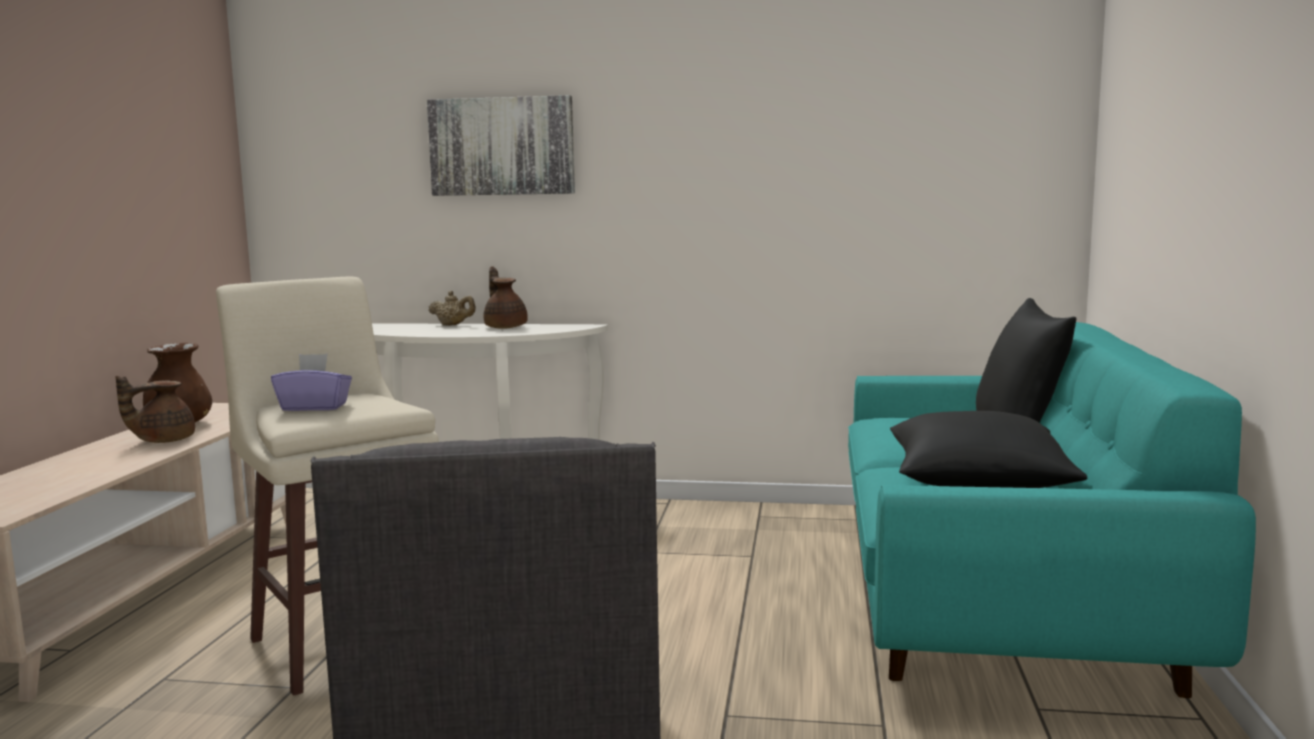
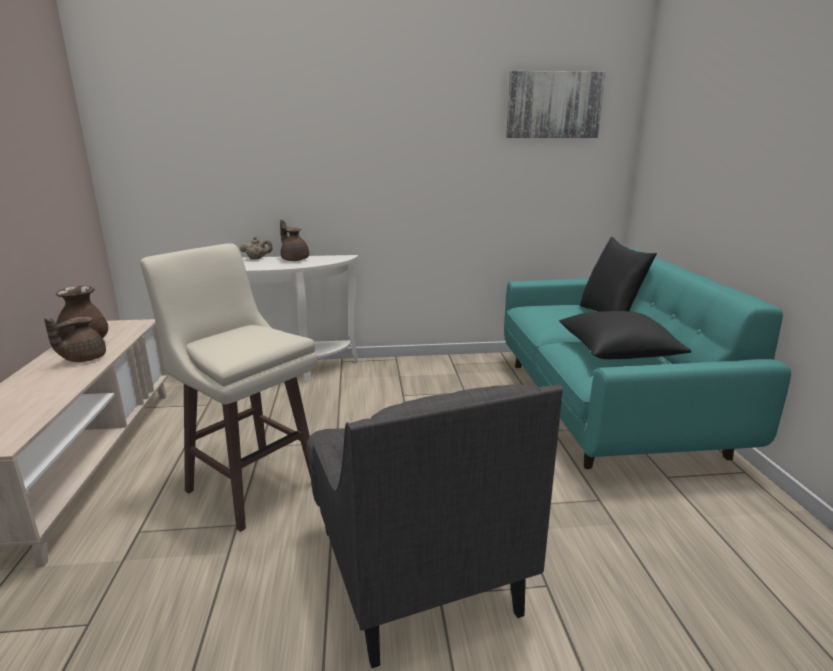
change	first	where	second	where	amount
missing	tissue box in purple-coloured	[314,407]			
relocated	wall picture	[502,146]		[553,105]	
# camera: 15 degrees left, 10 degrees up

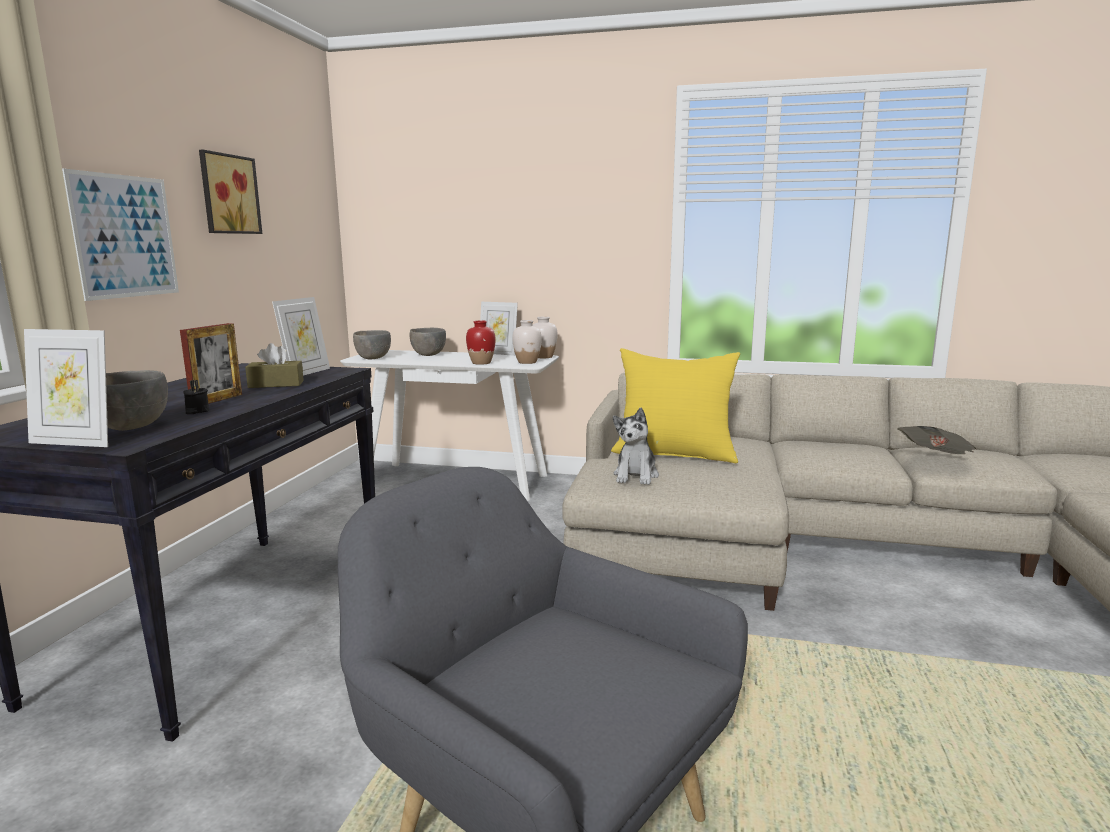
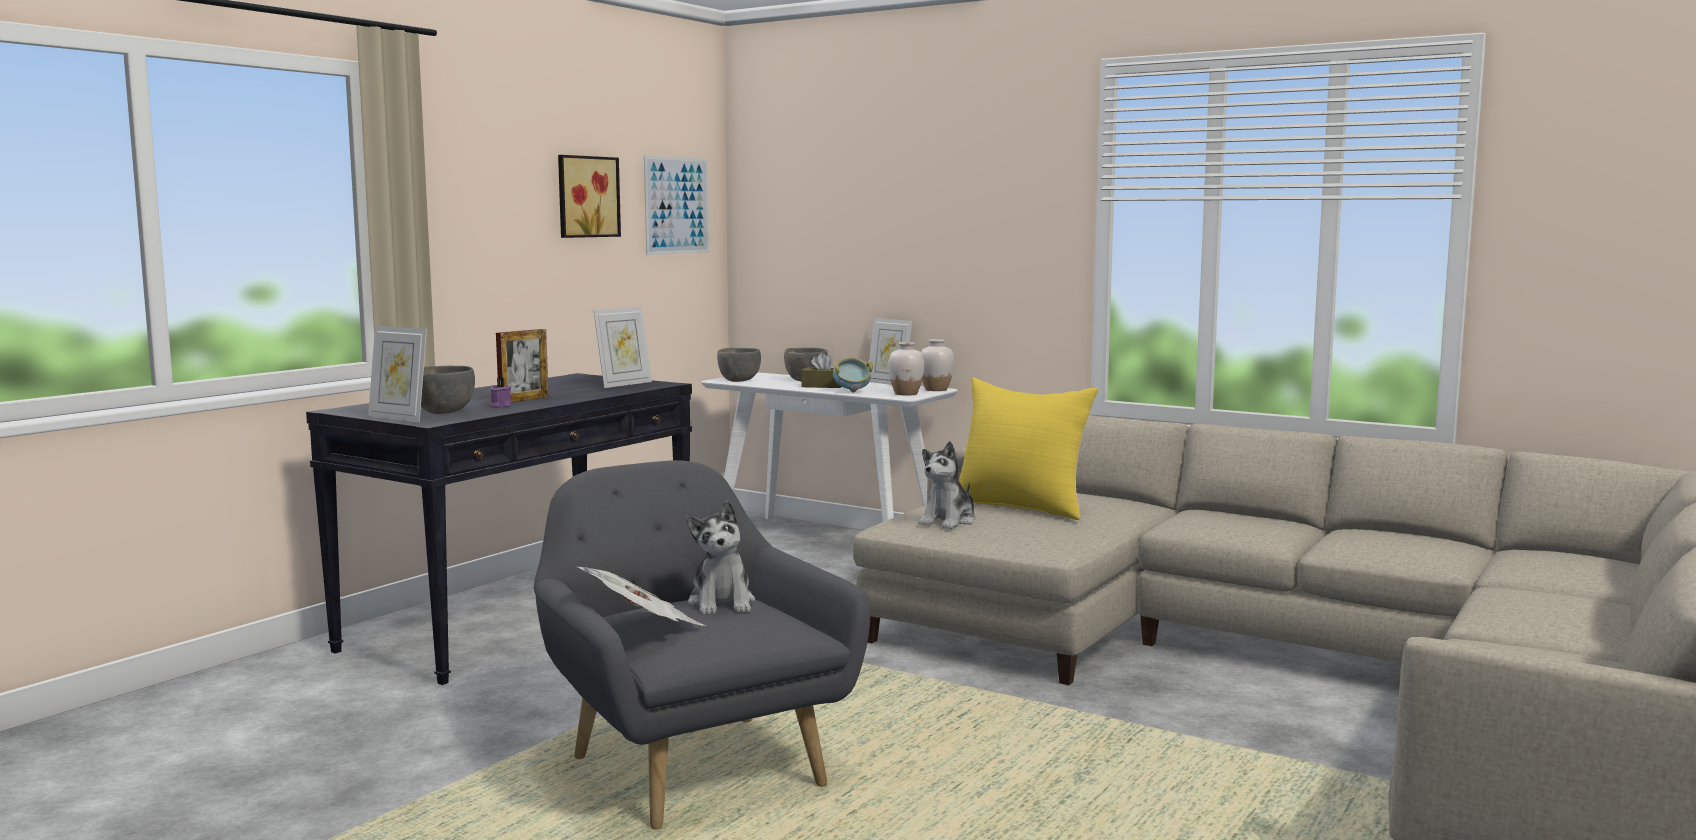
change	first	where	second	where	amount
relocated	wall picture	[125,236]		[677,205]	
colour	wax light in black	[196,411]	wax light in purple-coloured	[500,406]	
relocated	tissue box in brown-coloured	[276,384]		[822,386]	
exchanged	flower vase in red-coloured	[481,363]	deep dish	[851,391]	
relocated	printed paper	[935,459]		[643,628]	
appeared			cuddly toy	[722,603]	
# camera: 20 degrees right, 5 degrees down

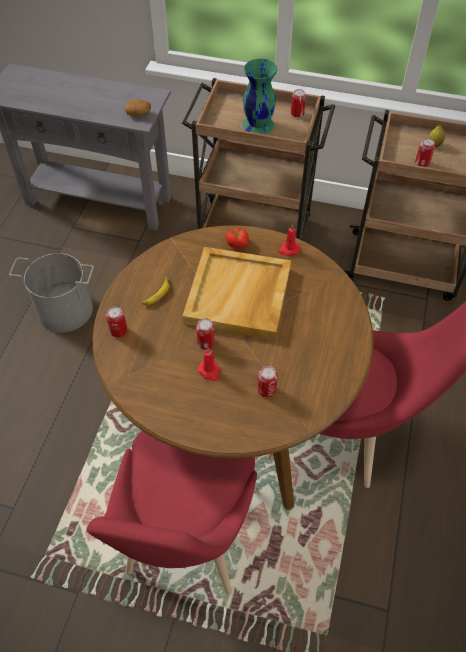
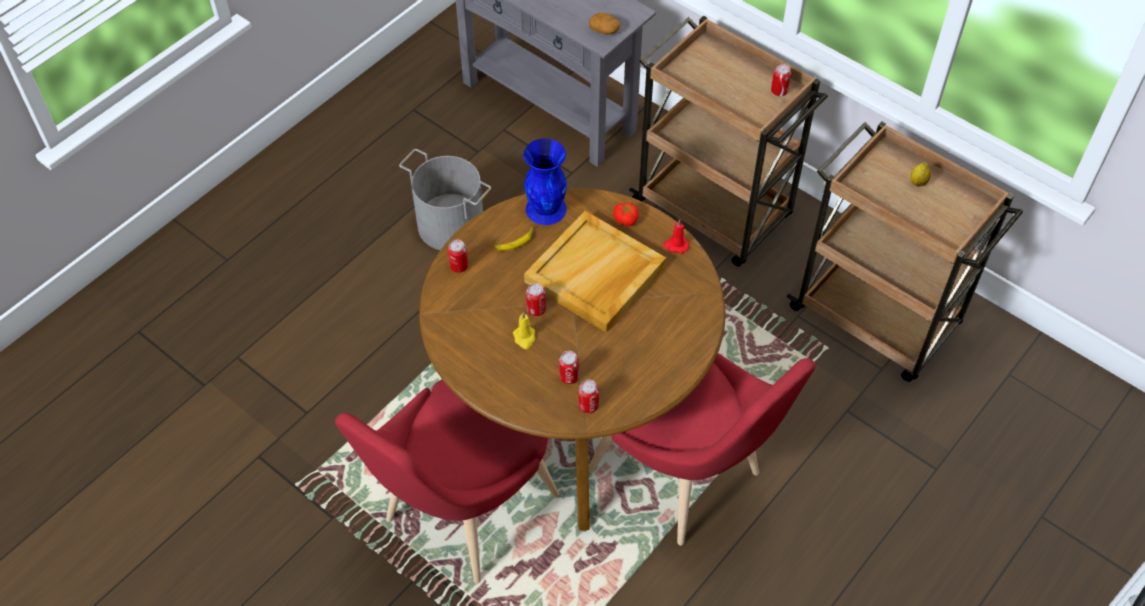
change	first	where	second	where	amount
colour	wax light in red-coloured	[209,371]	wax light in yellow	[524,338]	
missing	flower vase in green	[258,124]			
relocated	metal can	[422,163]		[588,405]	
appeared			flower vase in blue-coloured	[547,209]	
# camera: 25 degrees right, 0 degrees up

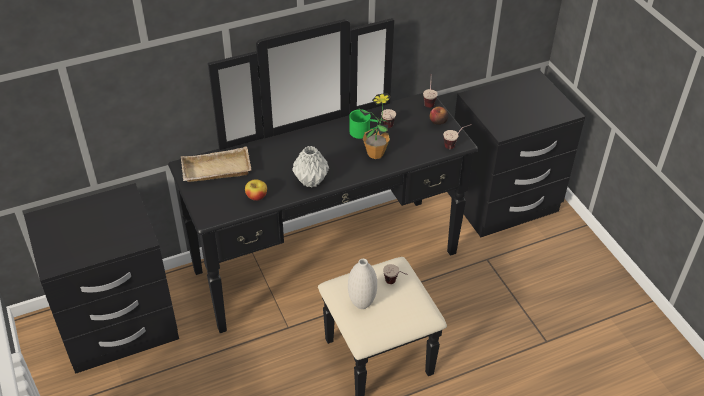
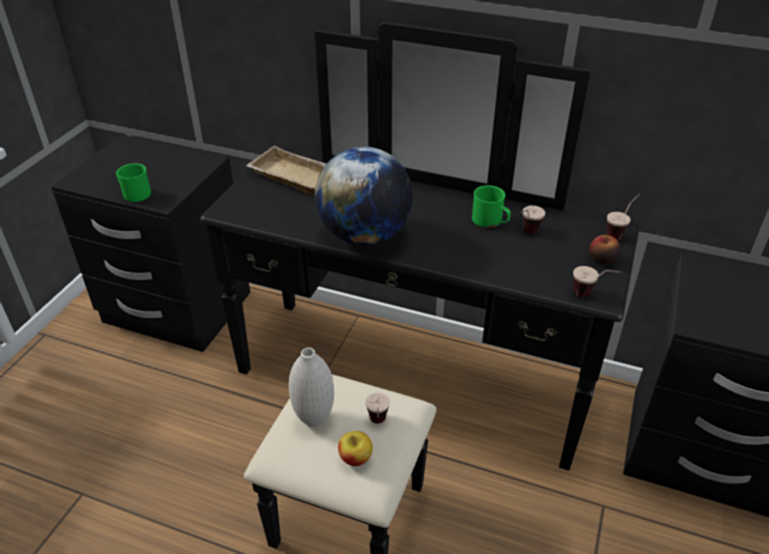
change	first	where	second	where	amount
relocated	apple fruit	[256,196]		[355,458]	
exchanged	flower vase in grey	[311,181]	desk globe	[364,236]	
missing	potted plant	[375,153]			
appeared			coffee mug in green	[134,193]	
# camera: 45 degrees right, 5 degrees down

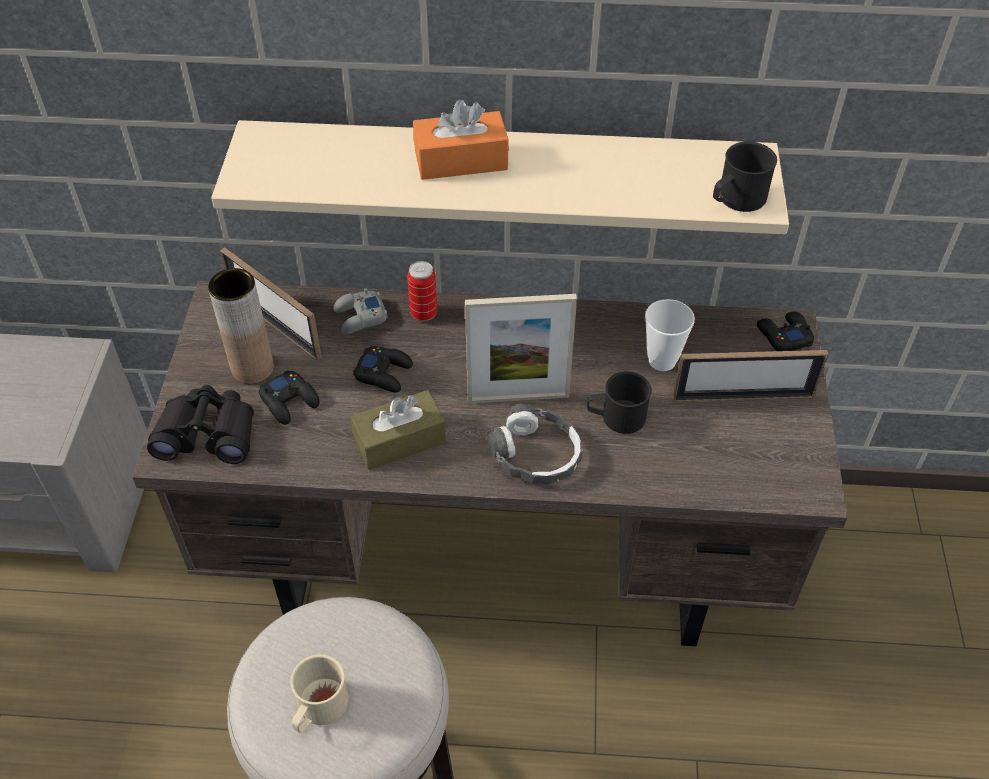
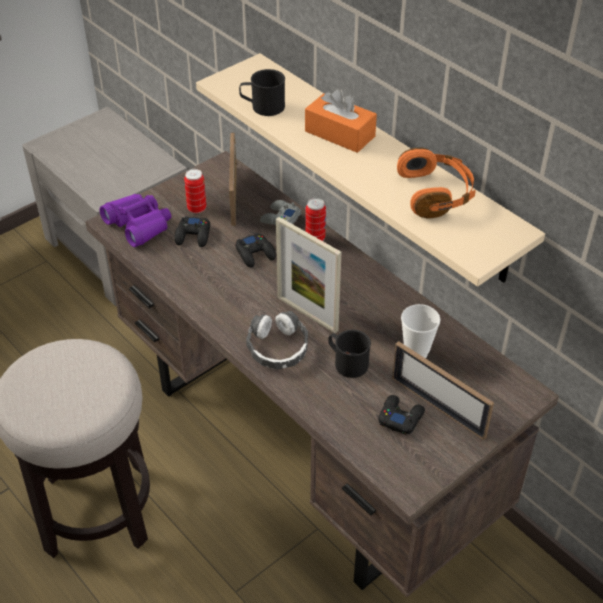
change	first	where	second	where	amount
colour	binoculars in black	[208,434]	binoculars in purple-coloured	[139,225]	
exchanged	flower vase in brown-coloured	[252,368]	metal can	[197,208]	
missing	coffee mug in beige	[318,709]			
missing	tissue box in brown-coloured	[400,440]			
relocated	coffee mug in black	[736,200]		[262,106]	
relocated	game controller in black	[783,336]		[400,417]	
appeared			headset in orange	[436,194]	
# camera: 45 degrees right, 5 degrees down

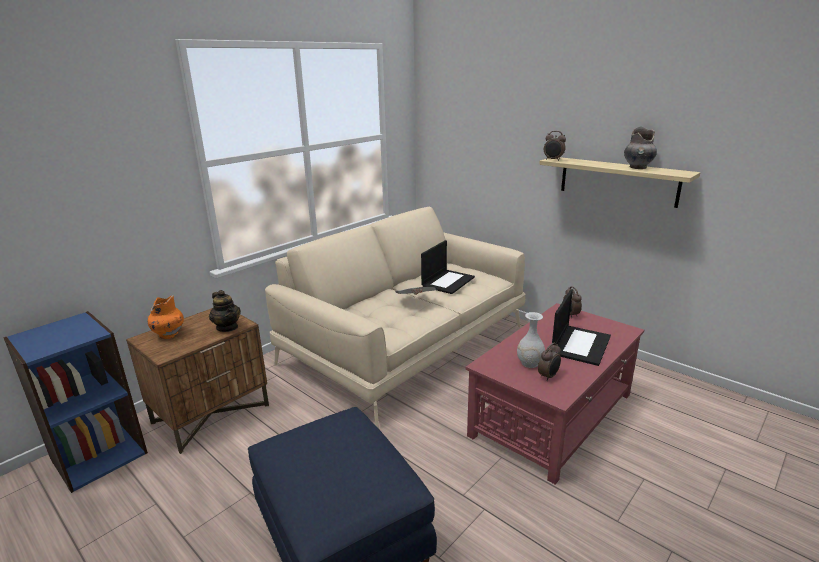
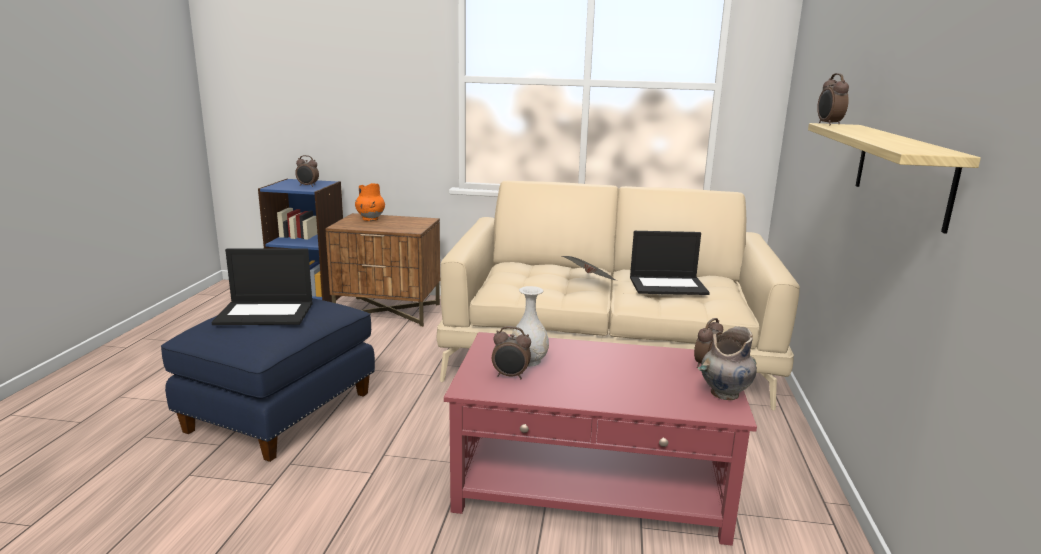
change	first	where	second	where	amount
missing	tea pot	[227,327]			
relocated	notebook computer	[580,344]		[266,313]	
relocated	flower vase in grey	[637,168]		[724,394]	
appeared			alarm clock	[307,186]	
# camera: 55 degrees right, 5 degrees down

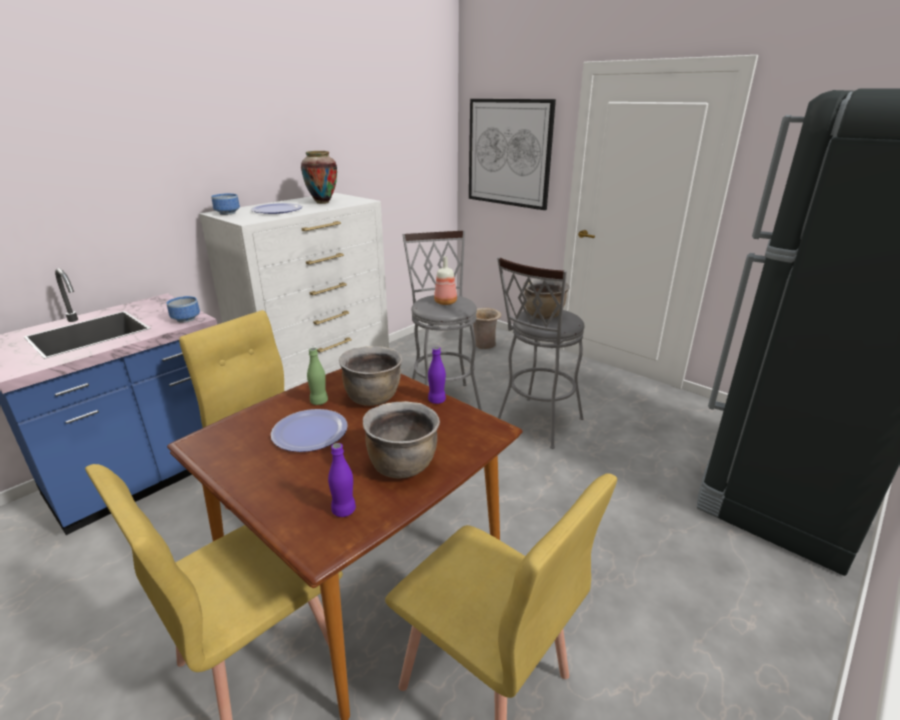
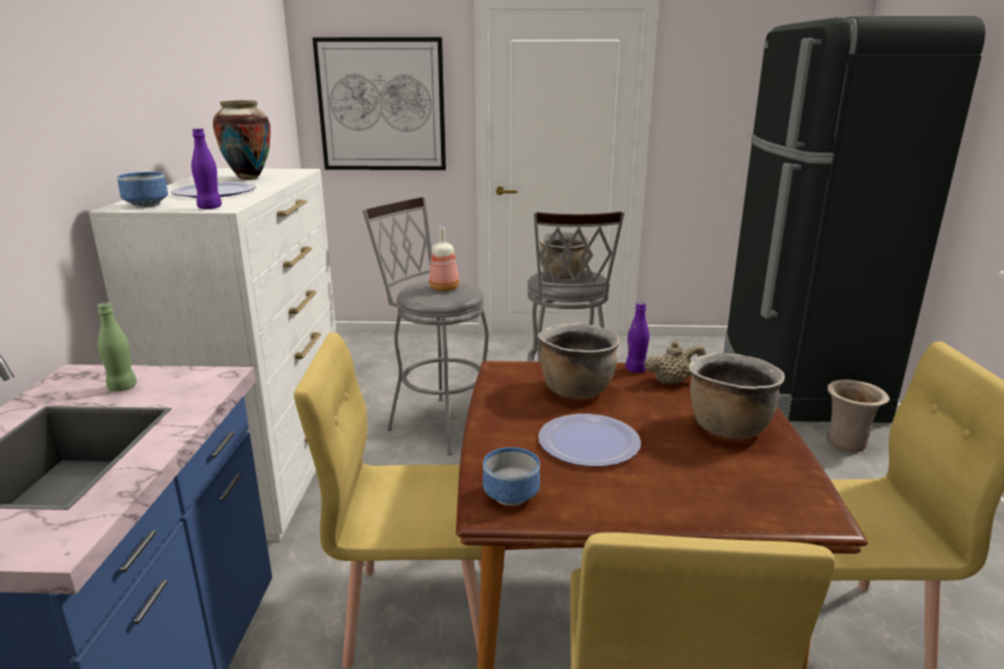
change	first	where	second	where	amount
relocated	deep dish	[187,318]		[510,494]	
relocated	beverage bottle in green	[319,401]		[122,387]	
relocated	beverage bottle in purple-coloured	[344,510]		[210,208]	
relocated	flower vase in beige	[484,345]		[847,444]	
appeared			tea pot in beige	[672,382]	
# camera: 40 degrees left, 5 degrees down

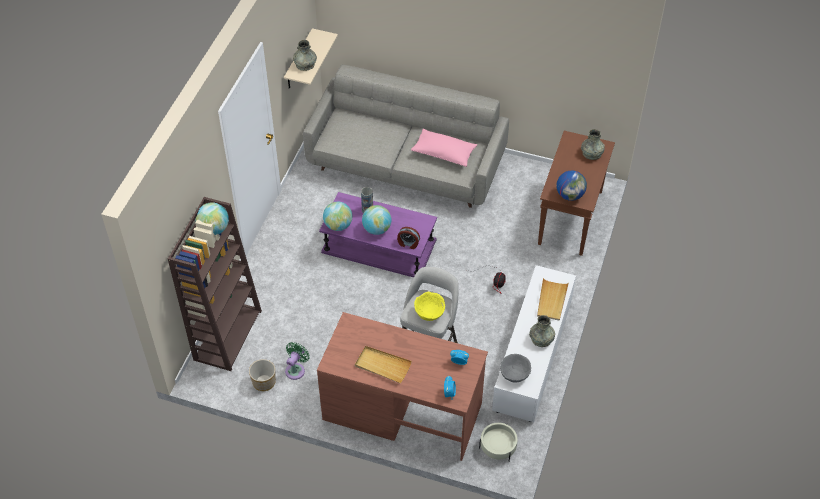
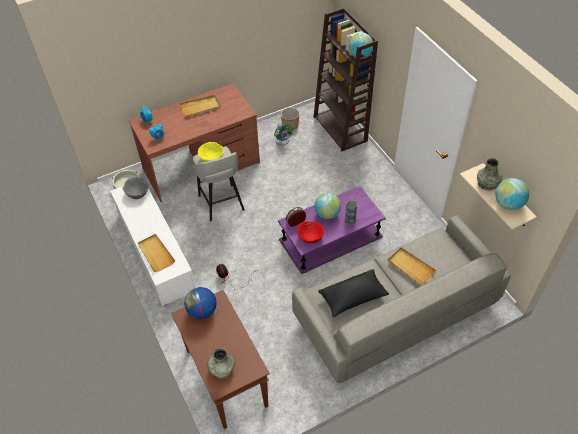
change	first	where	second	where	amount
relocated	desk globe	[338,225]		[508,204]	
colour	pillow in pink-coloured	[444,153]	pillow in black	[353,297]	
missing	flower vase in grey	[541,339]			
appeared			deep dish in red-coloured	[310,237]	
appeared			serving tray in beige	[410,267]	
# camera: 135 degrees right, 0 degrees up

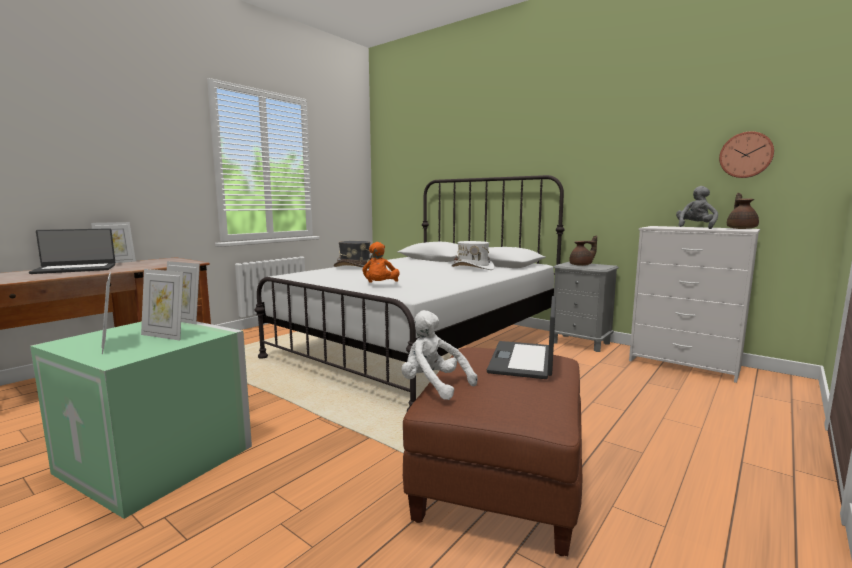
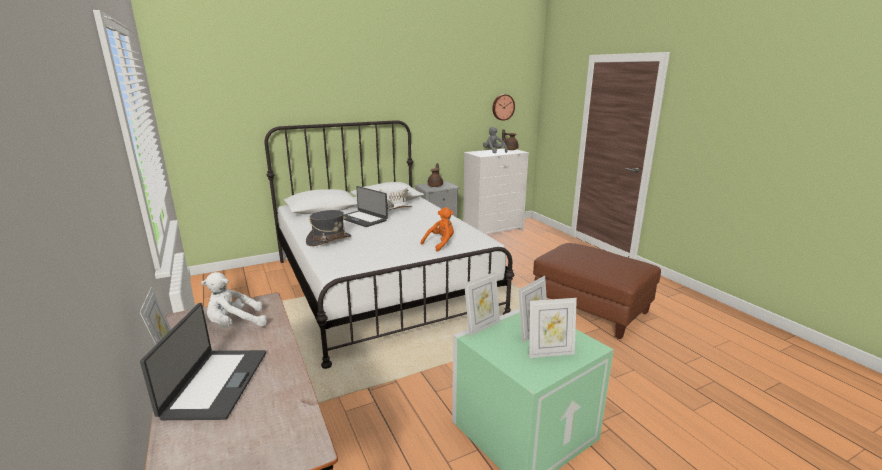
change	first	where	second	where	amount
spun	cuddly toy in orange	[380,286]		[440,244]	75 degrees counterclockwise
relocated	cuddly toy in white	[433,386]		[235,325]	
relocated	notebook computer	[524,360]		[363,219]	
# camera: 65 degrees left, 10 degrees up

